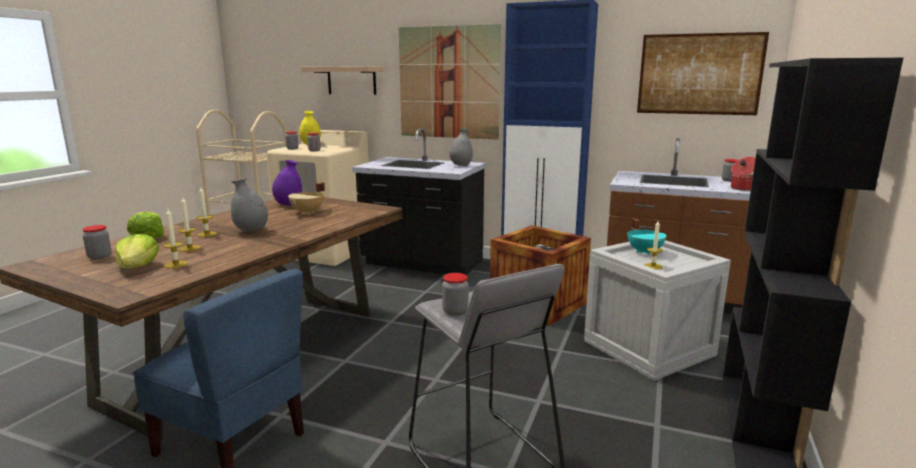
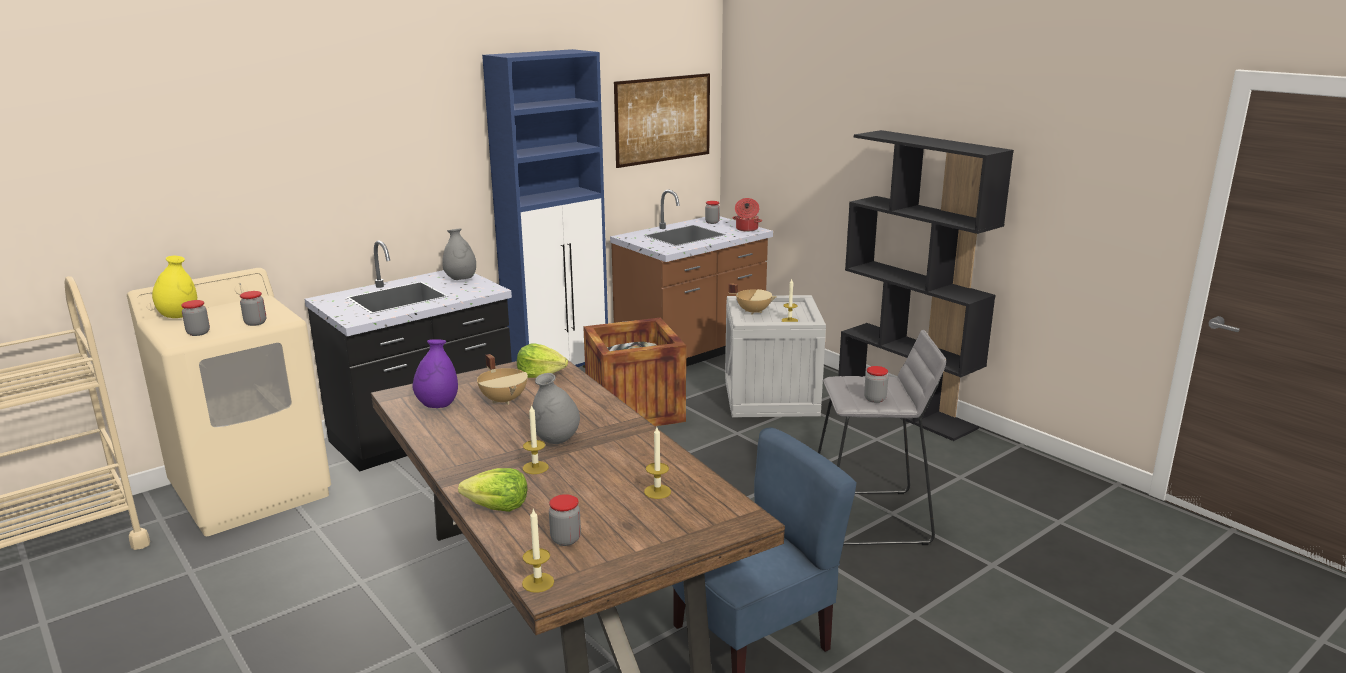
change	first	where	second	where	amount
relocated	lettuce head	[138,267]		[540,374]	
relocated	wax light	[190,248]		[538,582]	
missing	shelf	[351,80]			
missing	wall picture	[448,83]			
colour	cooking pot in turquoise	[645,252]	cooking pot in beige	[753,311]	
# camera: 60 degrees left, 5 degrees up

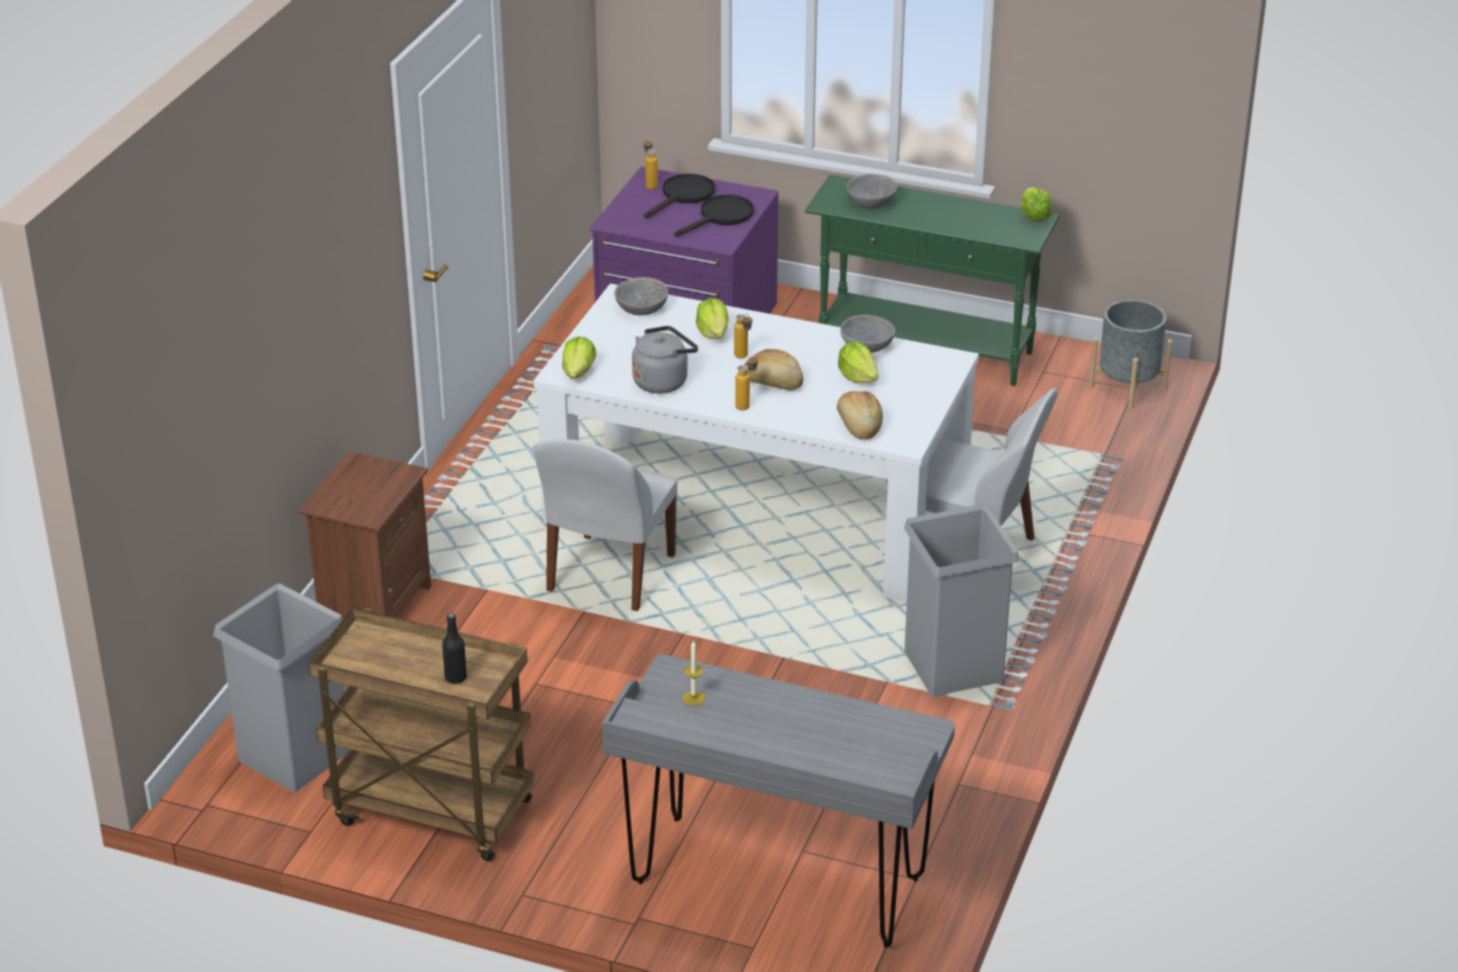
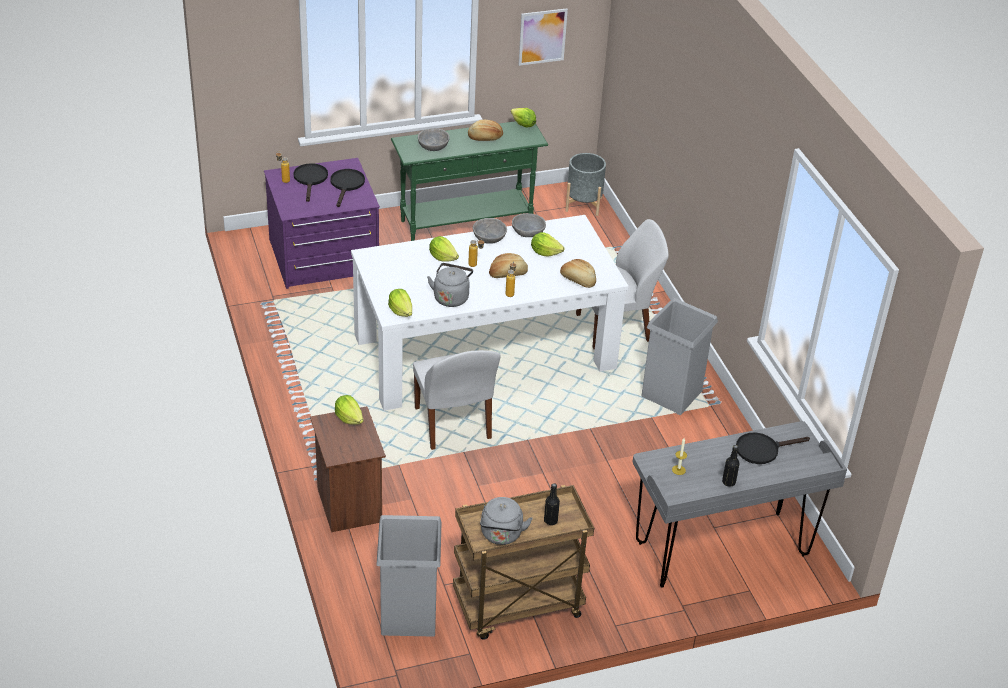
change	first	where	second	where	amount
relocated	deep dish in grey	[642,308]		[489,238]	
appeared			lettuce head	[349,418]	
appeared			bakery bread	[485,137]	
appeared			kettle in grey	[501,535]	
appeared			wall picture	[542,36]	
appeared			beverage bottle in black	[728,482]	
appeared			frying pan in black	[762,449]	
# camera: 40 degrees left, 5 degrees up

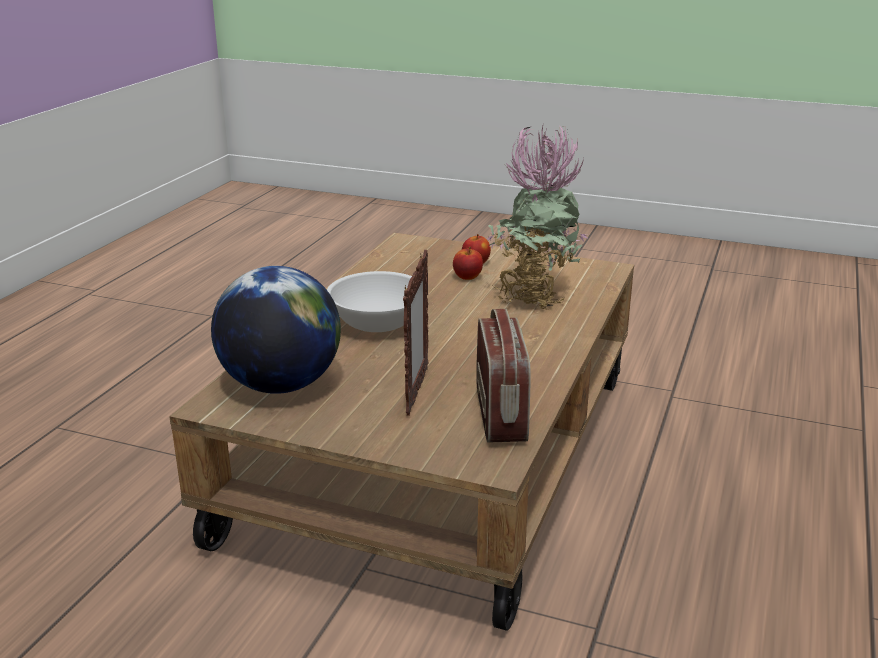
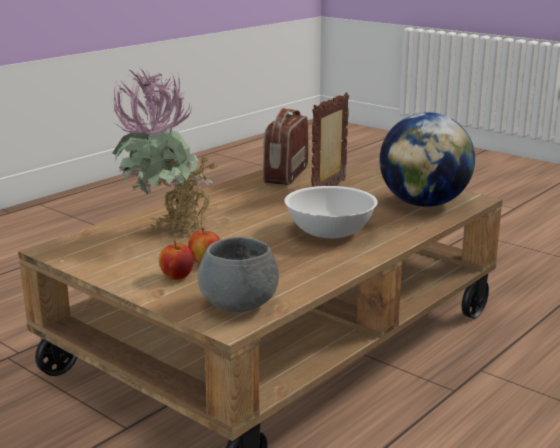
change	first	where	second	where	amount
appeared			deep dish in grey	[240,305]	
# camera: 160 degrees left, 5 degrees down

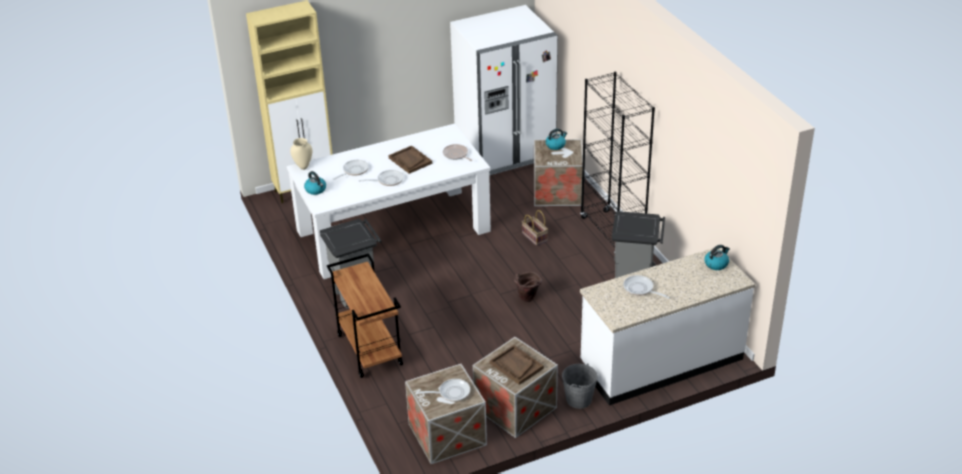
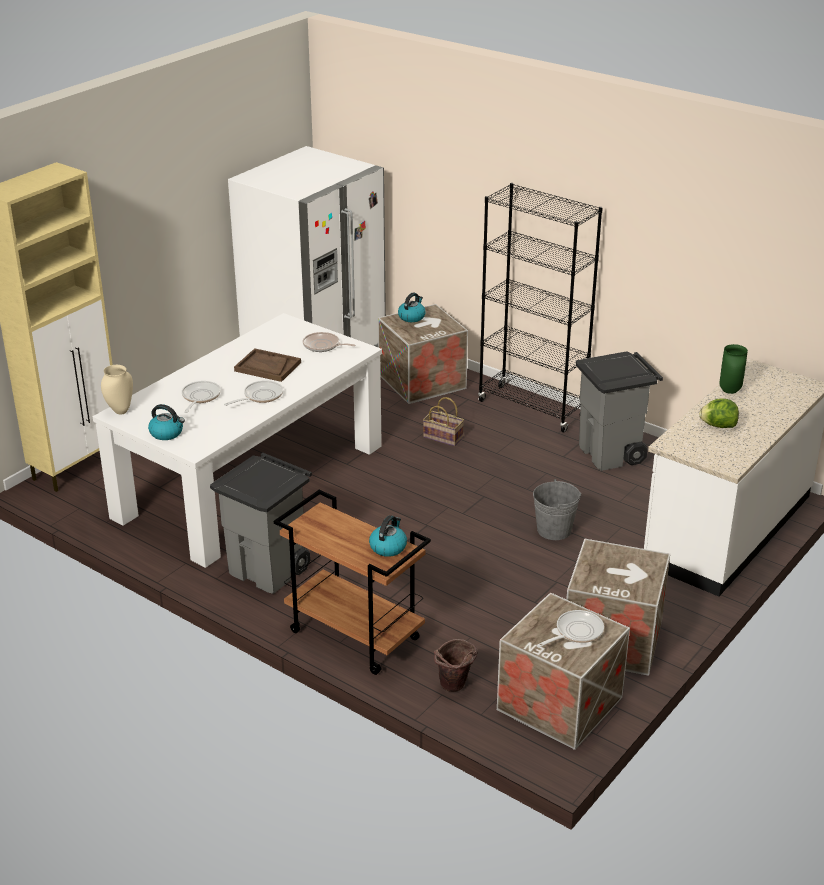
change	first	where	second	where	amount
missing	serving tray in brown-coloured	[516,366]			
relocated	pail in brown-coloured	[527,300]		[454,688]	
relocated	pail in grey	[579,399]		[554,530]	
exchanged	frying pan	[640,289]	lettuce head	[718,426]	
relocated	kettle	[716,264]		[388,547]	
appeared			flower vase in green	[729,391]	
# camera: 30 degrees left, 5 degrees down

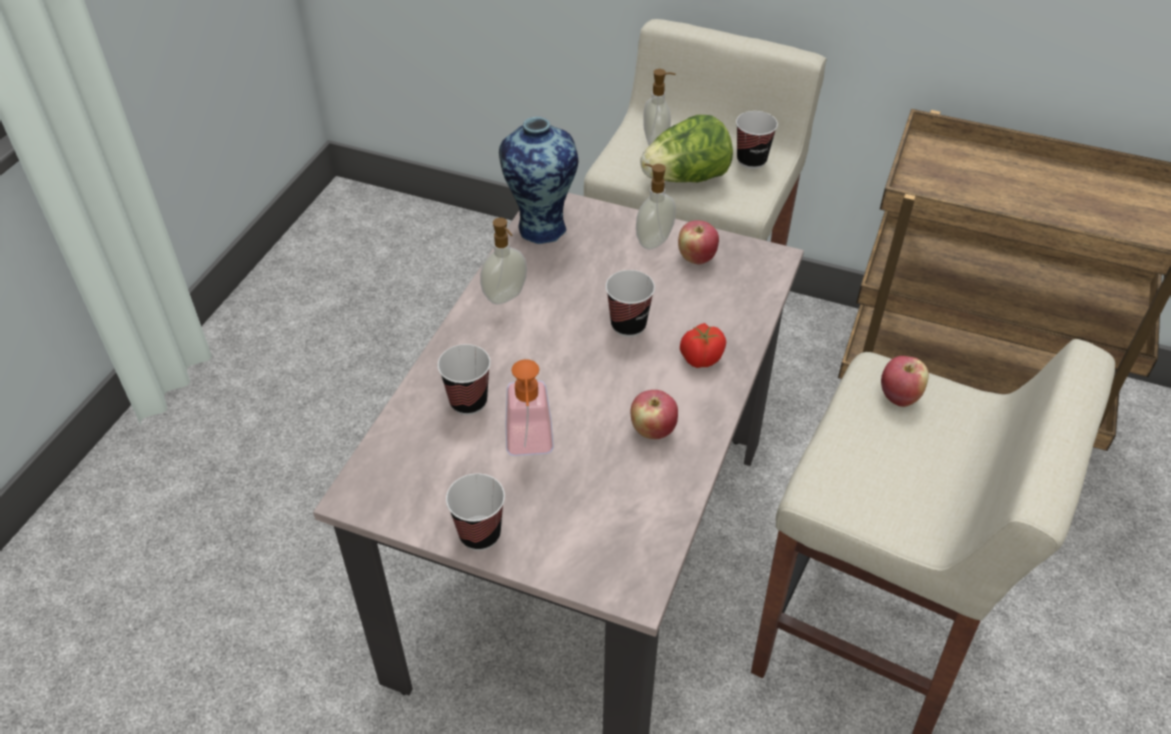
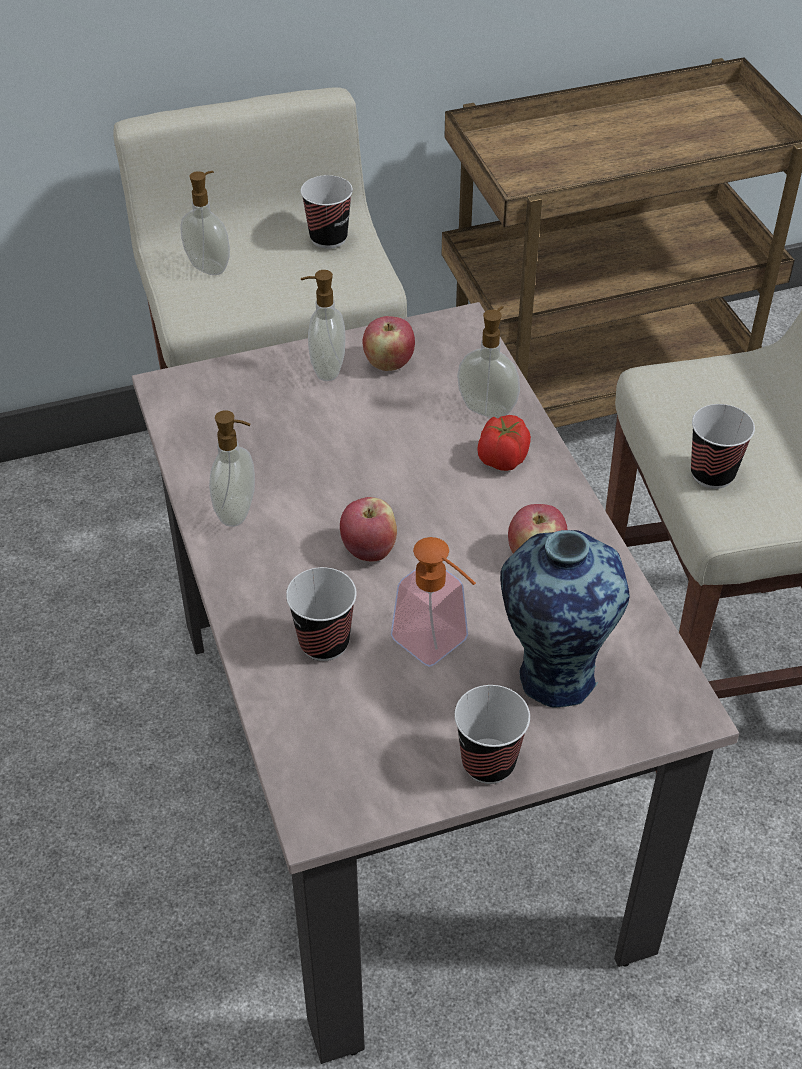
change	first	where	second	where	amount
relocated	flower vase	[541,226]		[553,675]	
relocated	cup	[628,325]		[712,474]	
missing	lettuce head	[686,178]			
relocated	apple fruit	[899,396]		[369,550]	
appeared			liquid soap bottle	[487,408]	
# camera: 40 degrees left, 0 degrees up

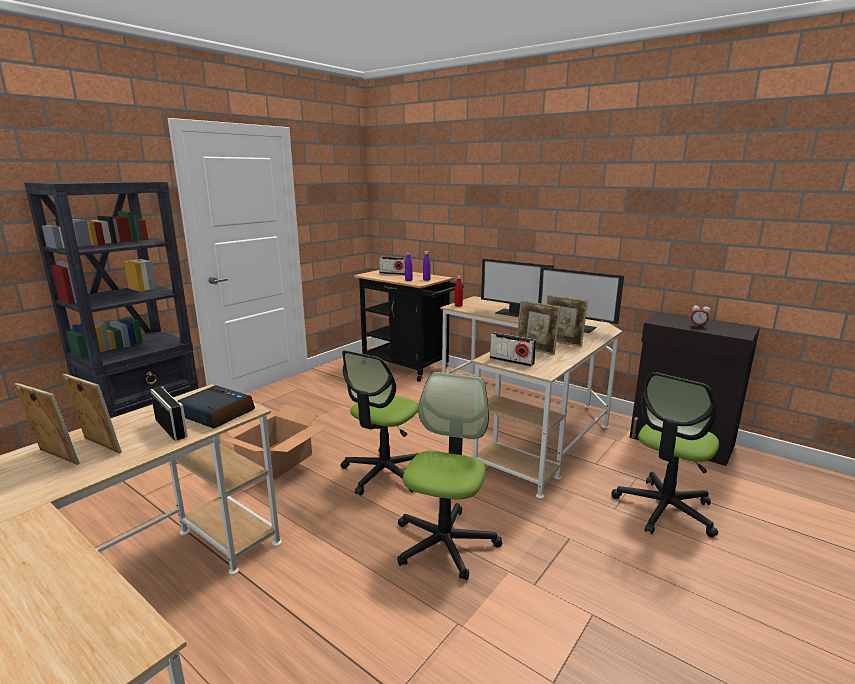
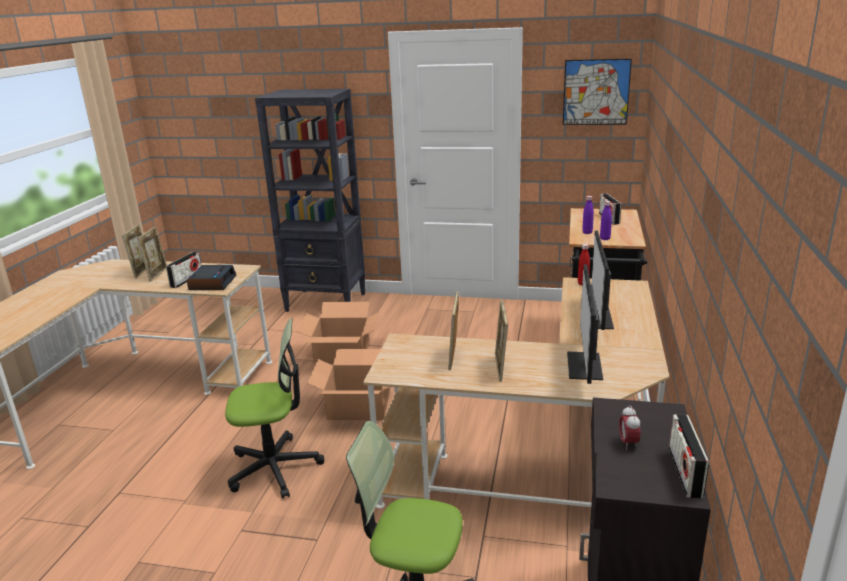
change	first	where	second	where	amount
exchanged	desk chair	[384,473]	carton	[359,405]	
relocated	radio receiver	[511,361]		[685,472]	
appeared			wall picture	[596,92]	
# camera: 65 degrees right, 5 degrees up

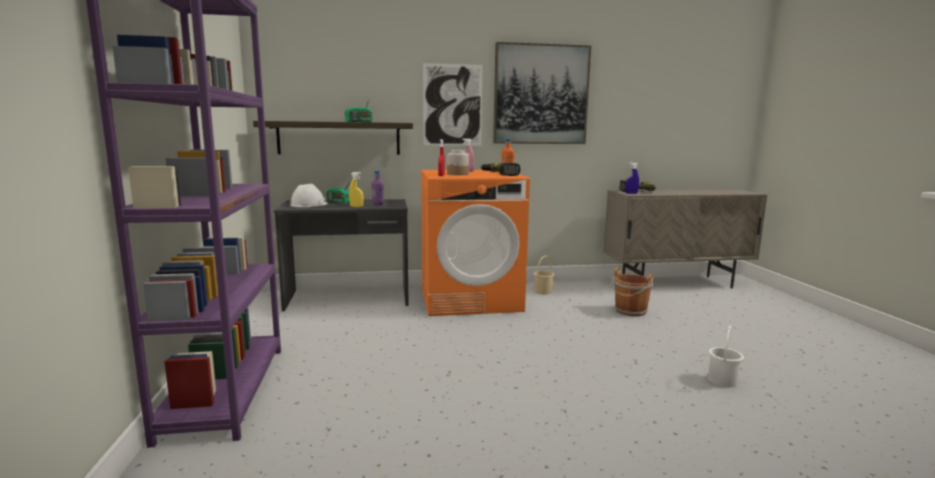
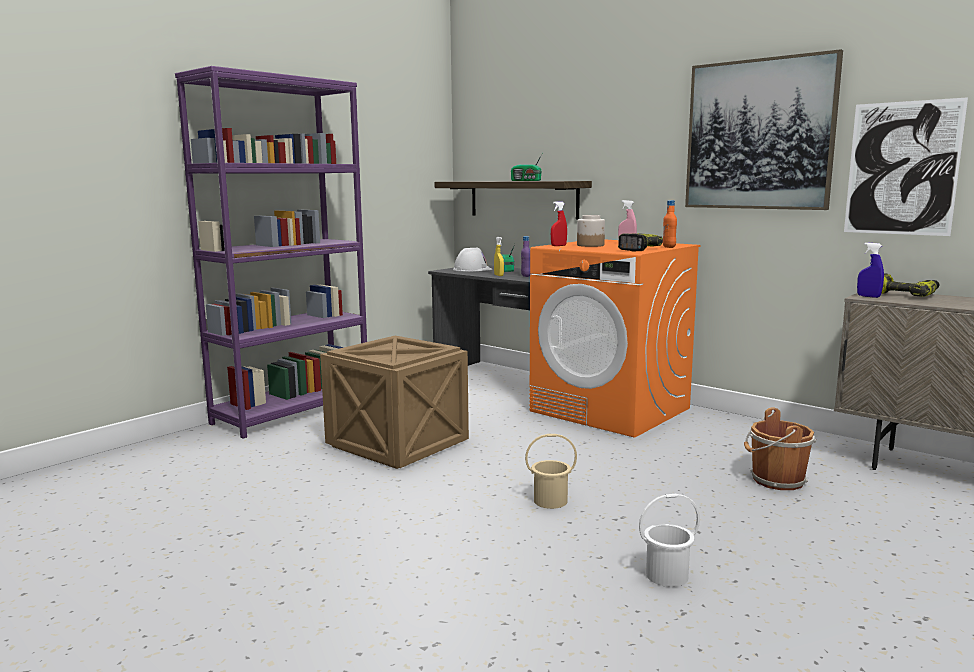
change	first	where	second	where	amount
relocated	wall picture	[452,105]		[902,168]	
relocated	pail in beige	[542,291]		[550,501]	
appeared			shipping crate	[396,443]	
# camera: 50 degrees right, 0 degrees up

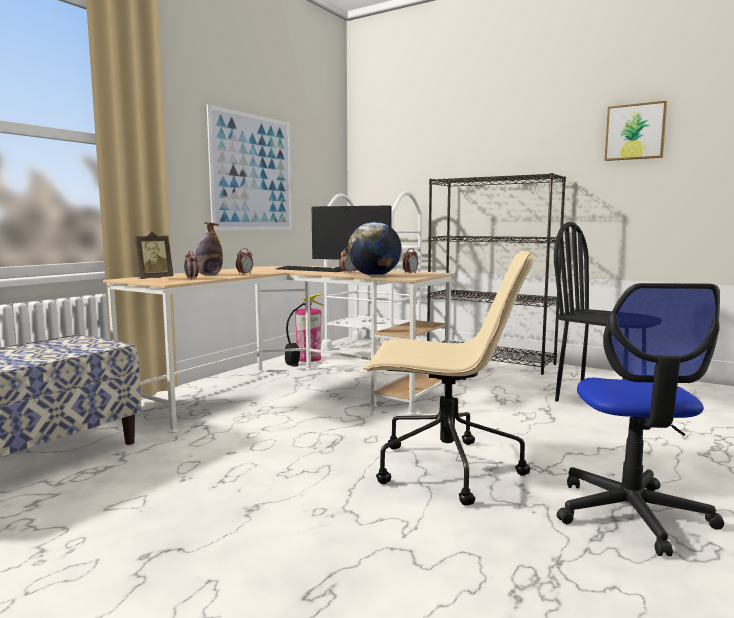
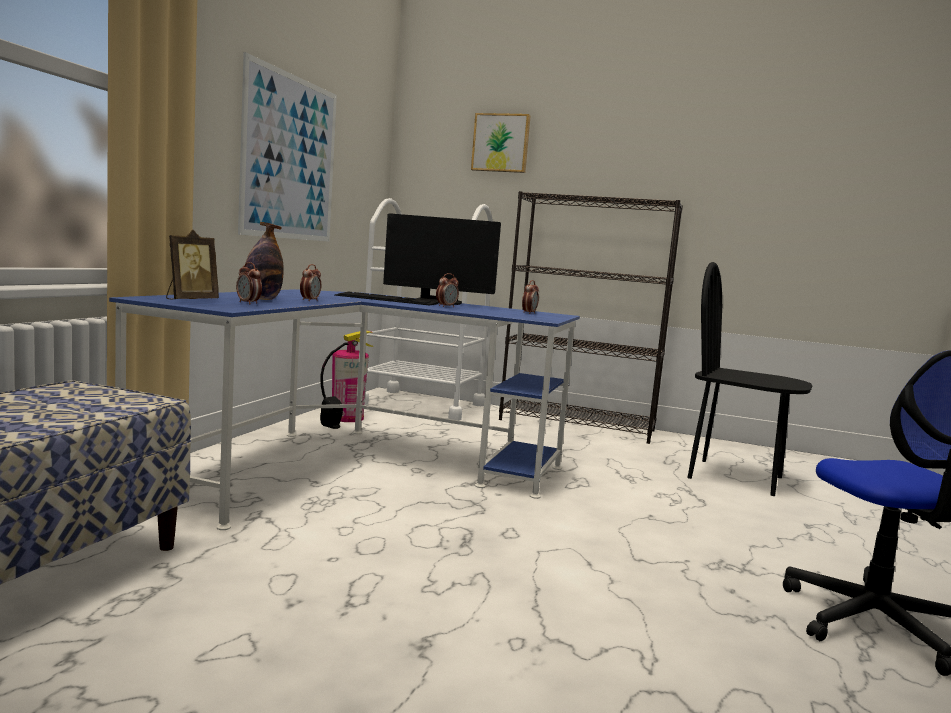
change	first	where	second	where	amount
colour	desk unit in beige	[289,392]	desk unit in blue-coloured	[355,467]	
missing	desk globe	[374,275]			
missing	desk chair in beige	[444,469]			
relocated	wall picture	[635,132]		[501,143]	
# camera: 15 degrees left, 0 degrees up

